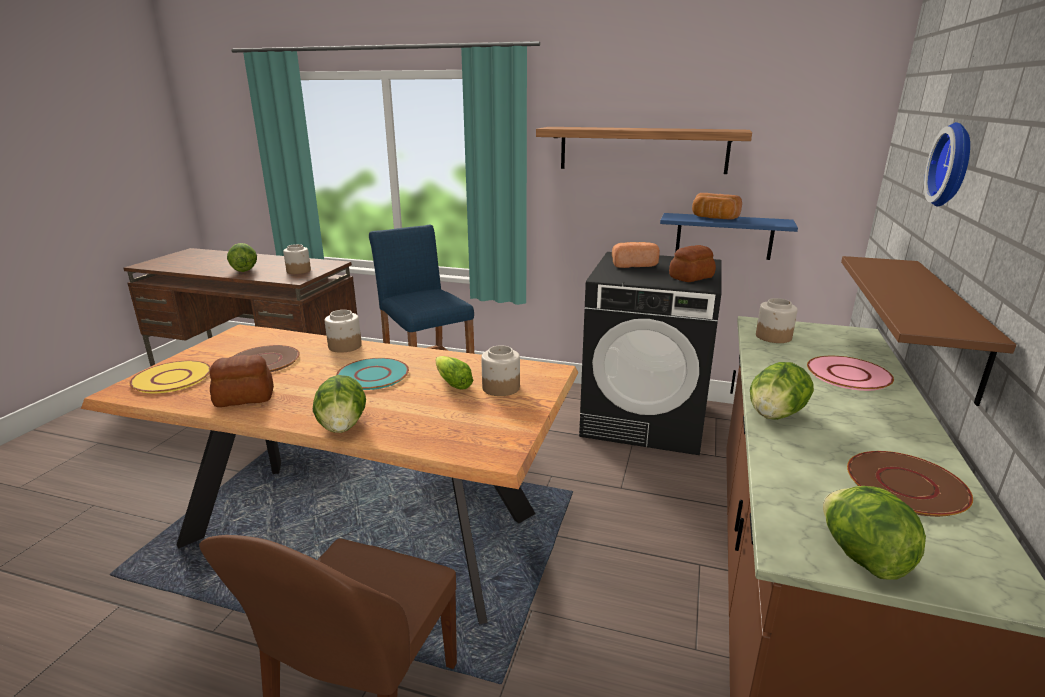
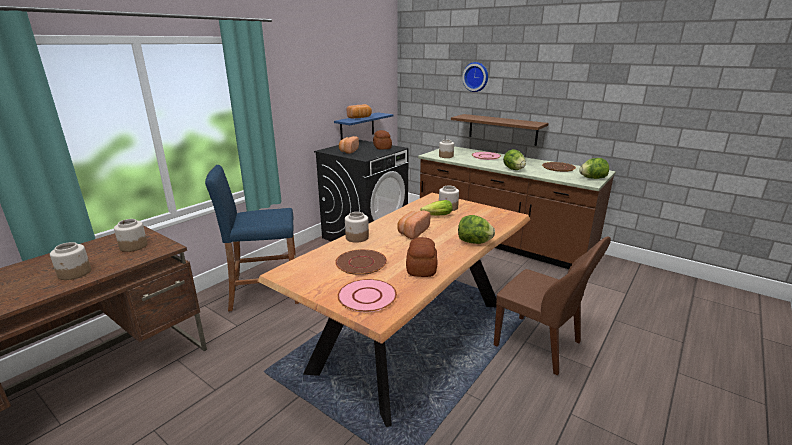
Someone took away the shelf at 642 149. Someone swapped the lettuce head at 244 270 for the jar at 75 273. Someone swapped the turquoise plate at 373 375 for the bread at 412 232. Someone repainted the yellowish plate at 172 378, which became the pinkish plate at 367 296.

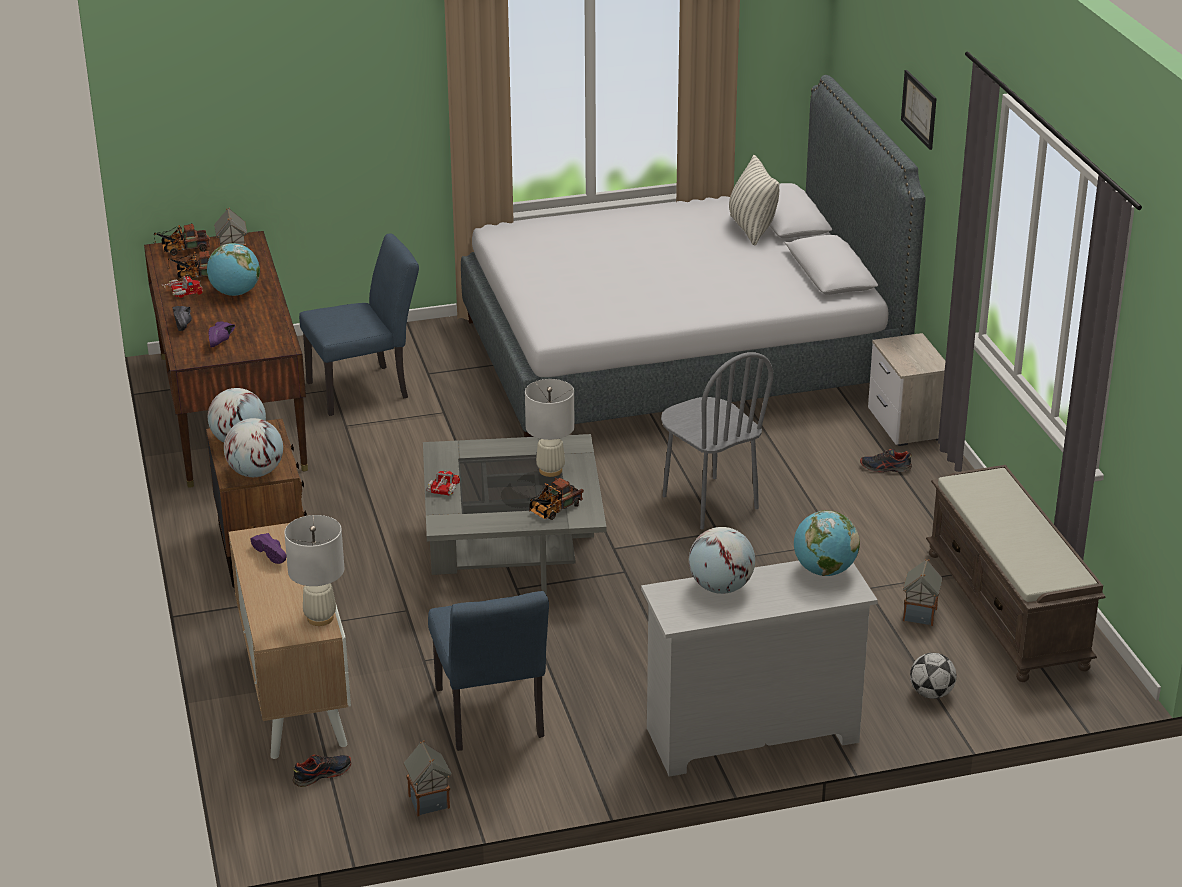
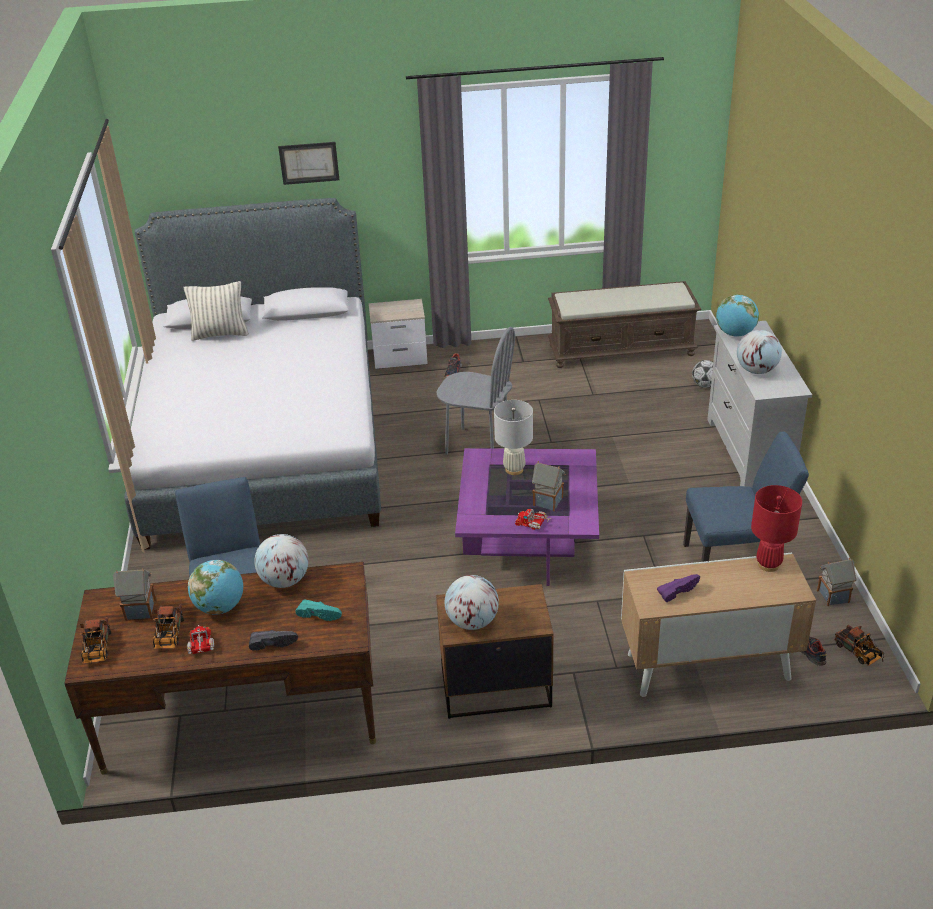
Someone repainted the purplish item of footwear at 222 341, which became the turquoise item of footwear at 320 614. Someone rotated the grey chair at 709 502 by 45 degrees clockwise. Someone carried the desk globe from 255 472 to 284 580. Someone repainted the grey lounge table at 513 555, which became the purplish lounge table at 528 541. Someone carried the model truck from 553 510 to 859 653. Someone repainted the whitish lamp for a table at 320 618, which became the red lamp for a table at 768 564. Someone carried the toy house from 920 615 to 549 501.

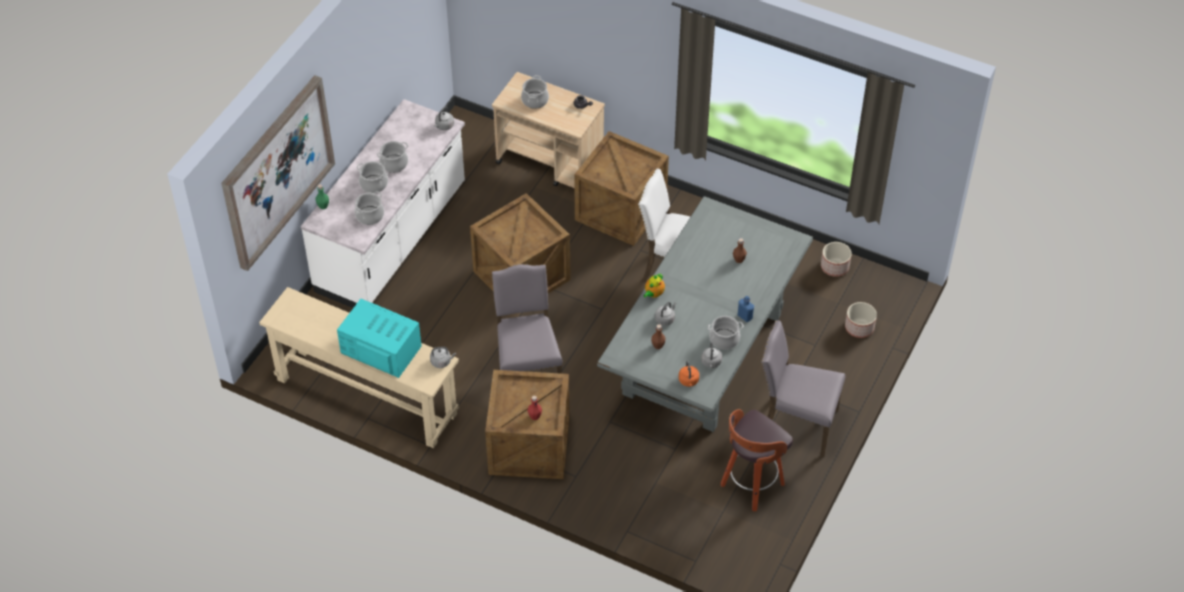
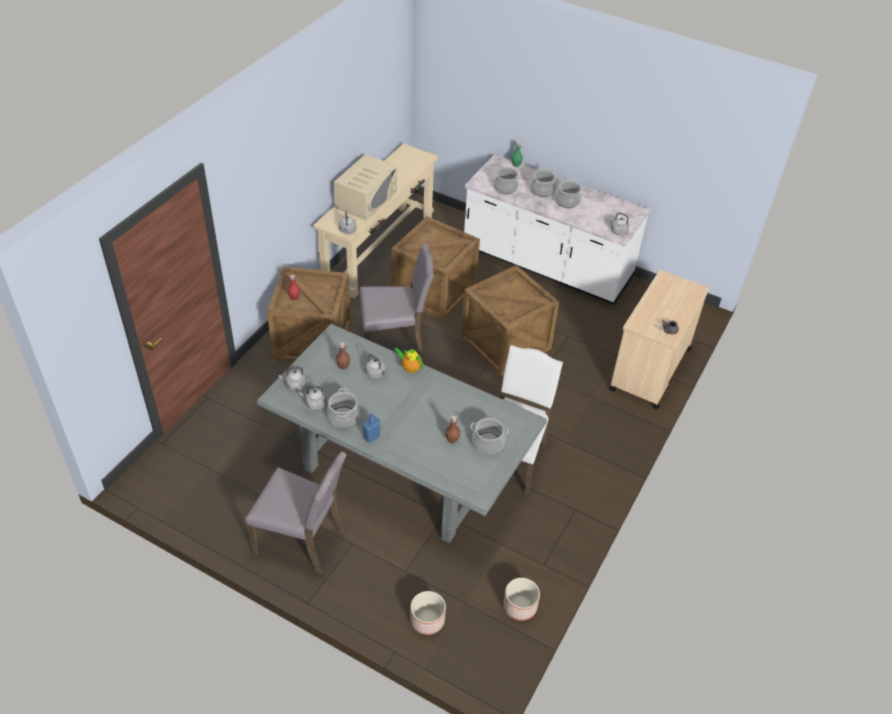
Someone took away the wall picture at 277 171. Someone carried the cooking pot from 535 100 to 487 443. Someone carried the packing crate from 620 210 to 435 291. Someone repainted the turquoise microwave at 381 349, which became the beige-coloured microwave at 366 199. Someone rotated the grey chair at 796 423 by 90 degrees clockwise. Someone repainted the orangey water kettle at 688 381, which became the grey water kettle at 294 385. Someone took away the stool seat at 751 486.

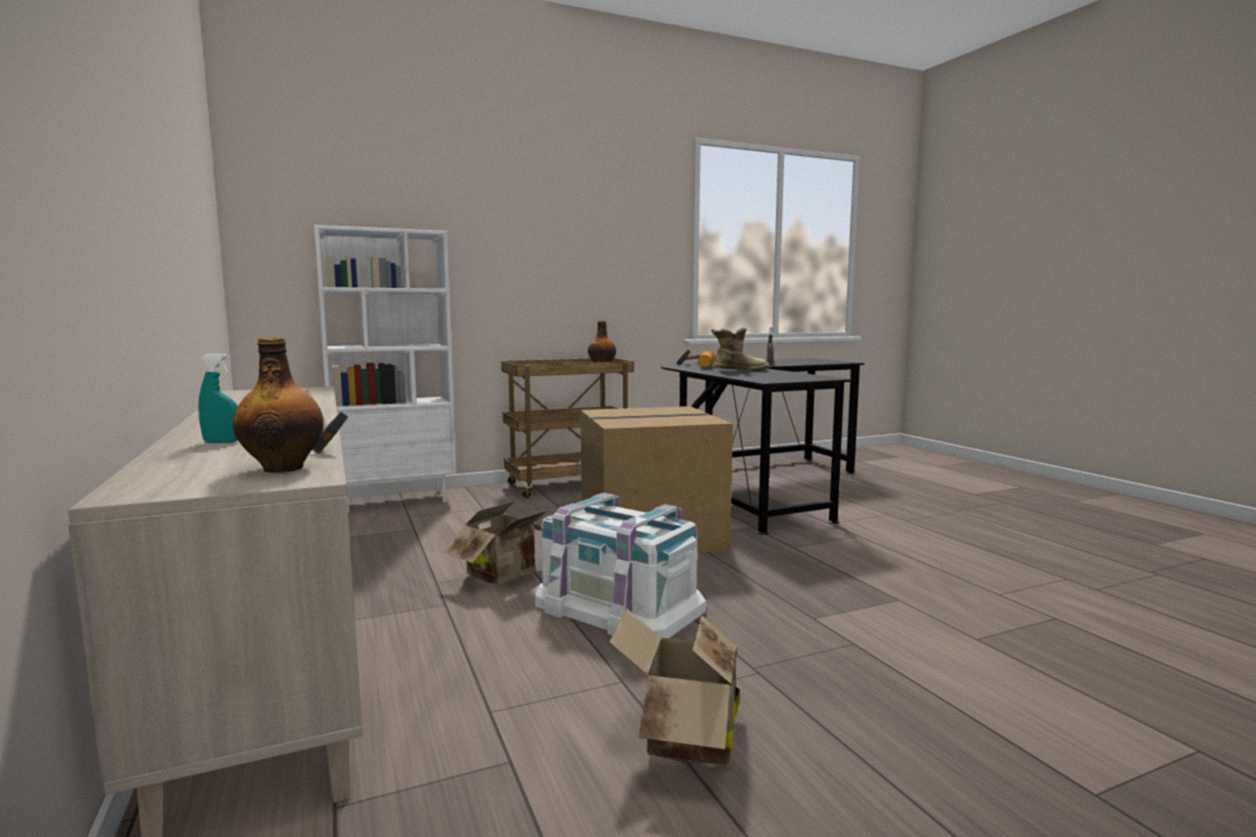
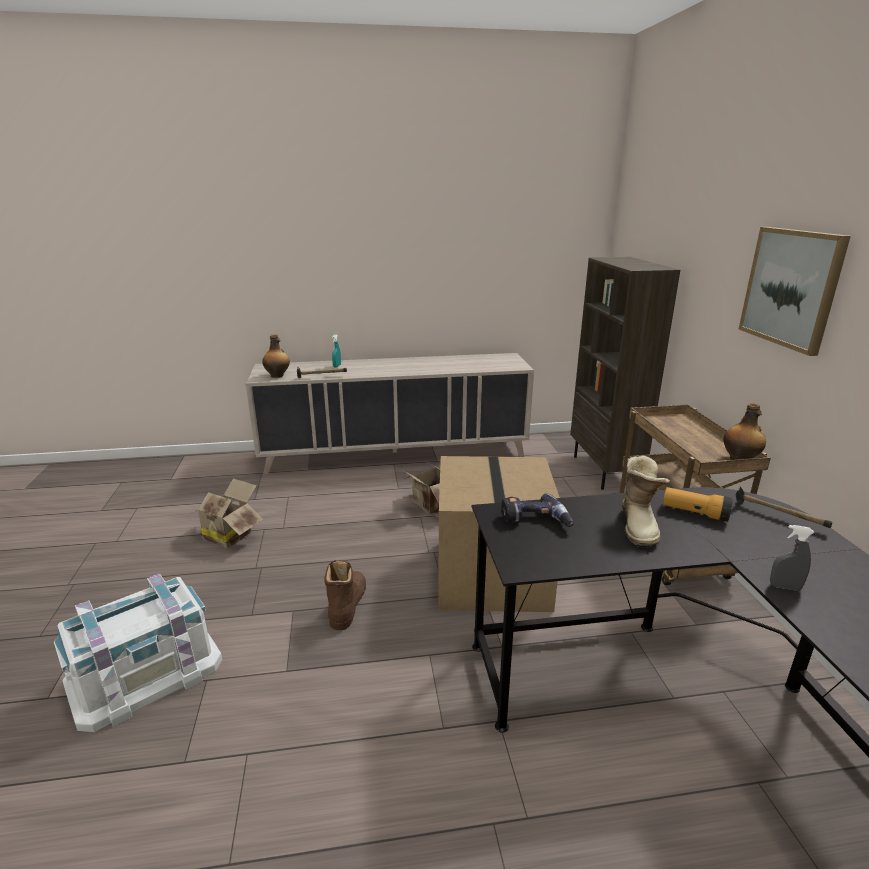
Someone repainted the whitish bookcase at 396 501, which became the brown-coloured bookcase at 604 471. Someone carried the whitish storage container from 617 605 to 145 672. Someone put up the wall picture at 791 288. Someone put down the drill at 535 522. Someone put down the brown-coloured high-top boot at 347 604.

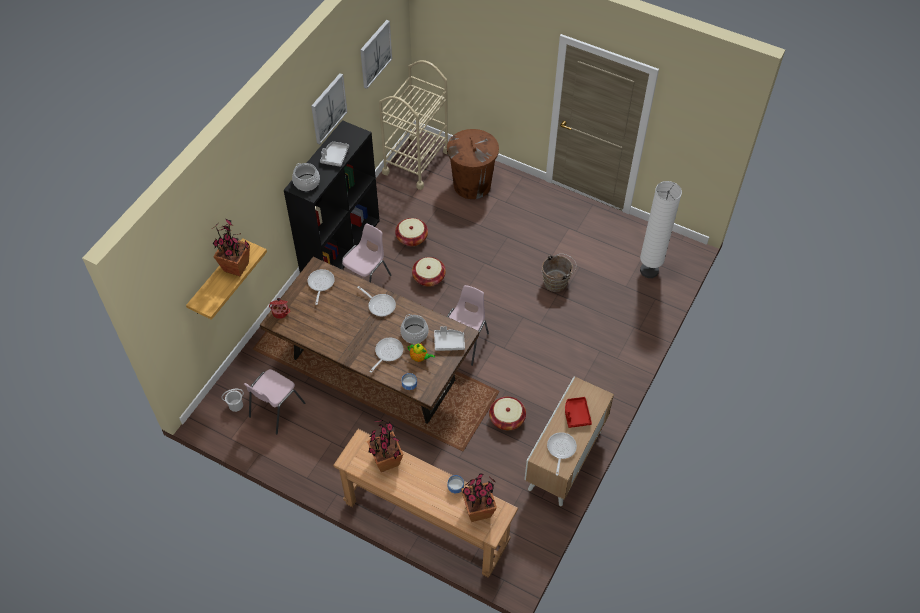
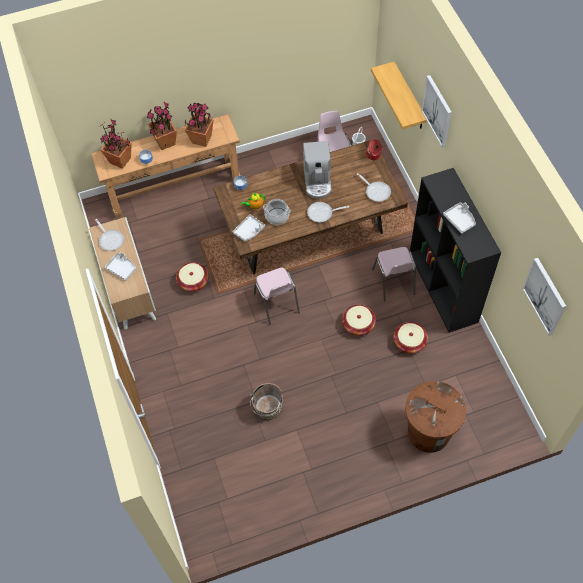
Someone took away the beige-coloured wheeled cart at 416 162. Someone carried the wall picture from 328 108 to 437 111. Someone took away the cooking pot at 306 182. Someone took away the whitish floor lamp at 649 271. Someone carried the houseplant from 236 267 to 165 142. Someone took away the skillet at 387 353. Someone repainted the red carrying tray at 576 415, which became the grey carrying tray at 122 268. Someone put down the coffee maker at 317 181.

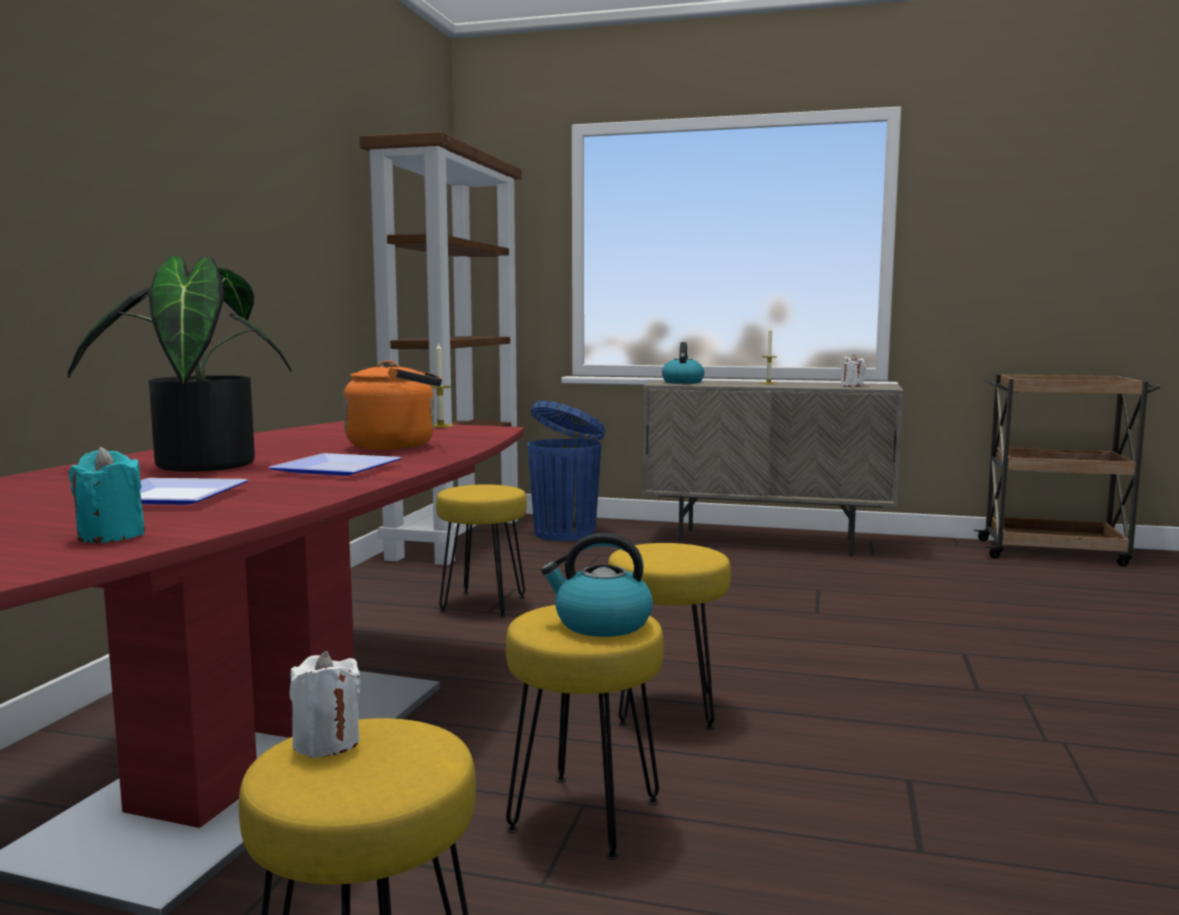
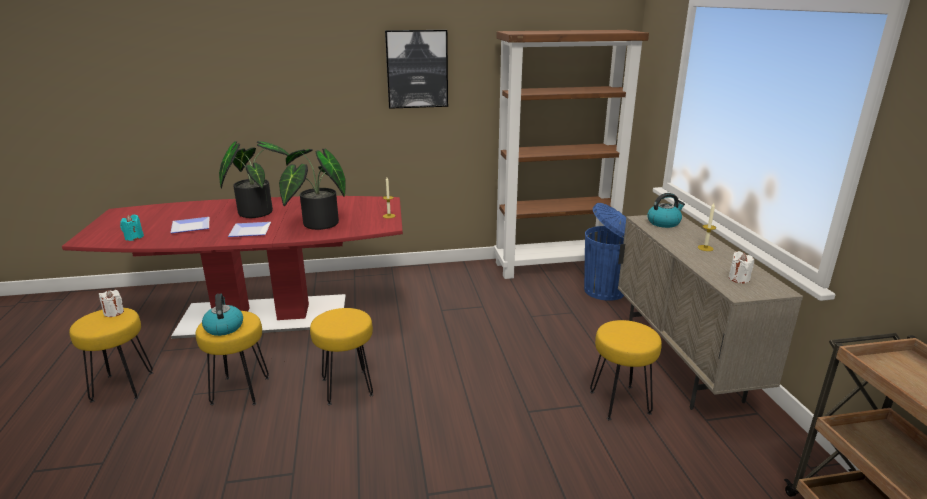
Someone swapped the orangey water kettle at 397 446 for the houseplant at 316 224. Someone carried the yellowish stool seat from 484 604 to 620 402. Someone put up the wall picture at 417 69.

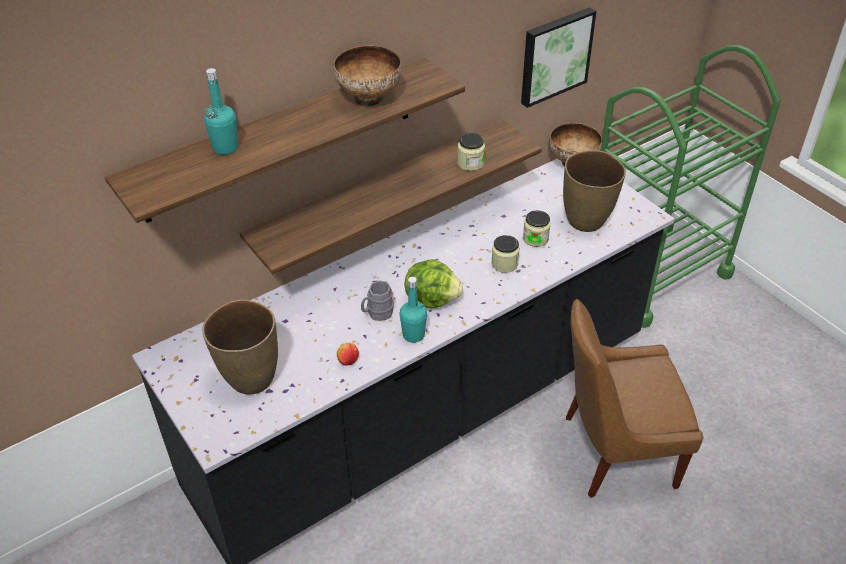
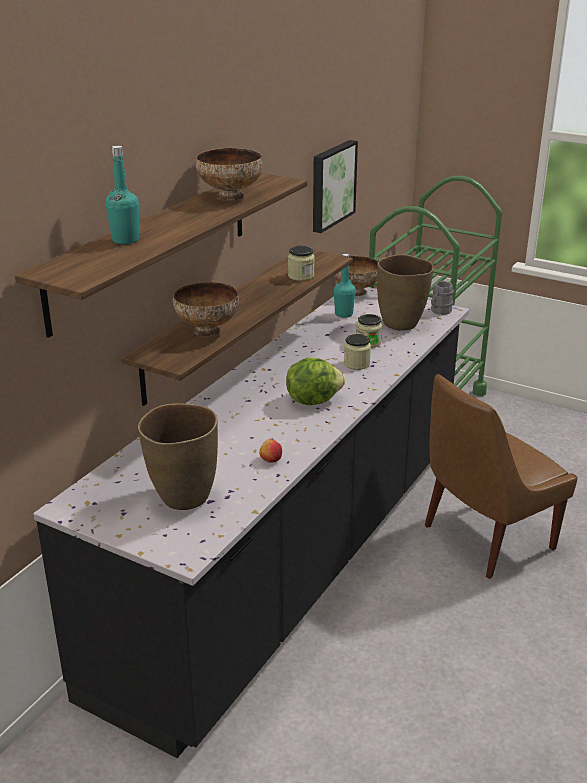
Someone carried the turquoise beverage bottle from 413 335 to 343 314. Someone carried the grey mug from 377 313 to 439 311. Someone put down the serving bowl at 207 331.

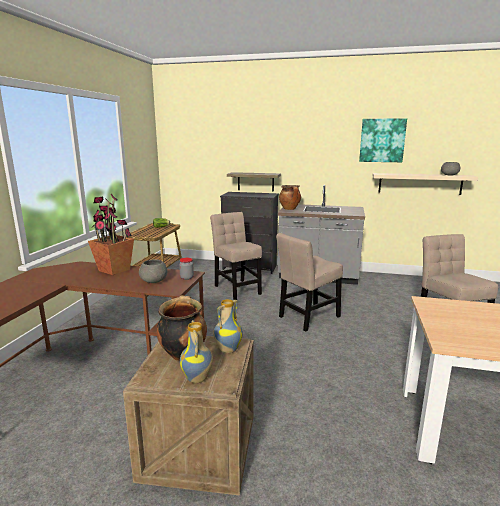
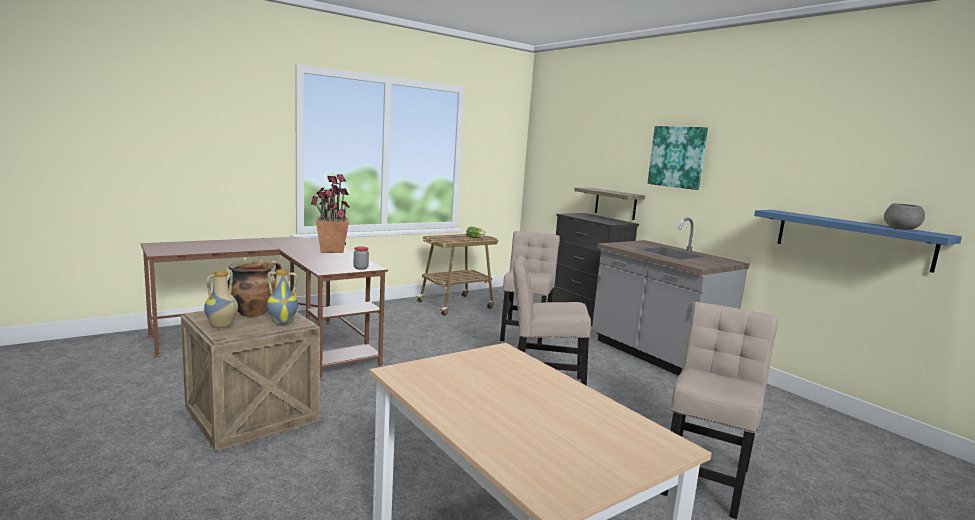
Someone carried the wall picture from 382 140 to 677 157. Someone repainted the beige-coloured shelf at 419 183, which became the blue-coloured shelf at 851 239. Someone took away the cooking pot at 290 209. Someone took away the grey serving bowl at 154 281.

